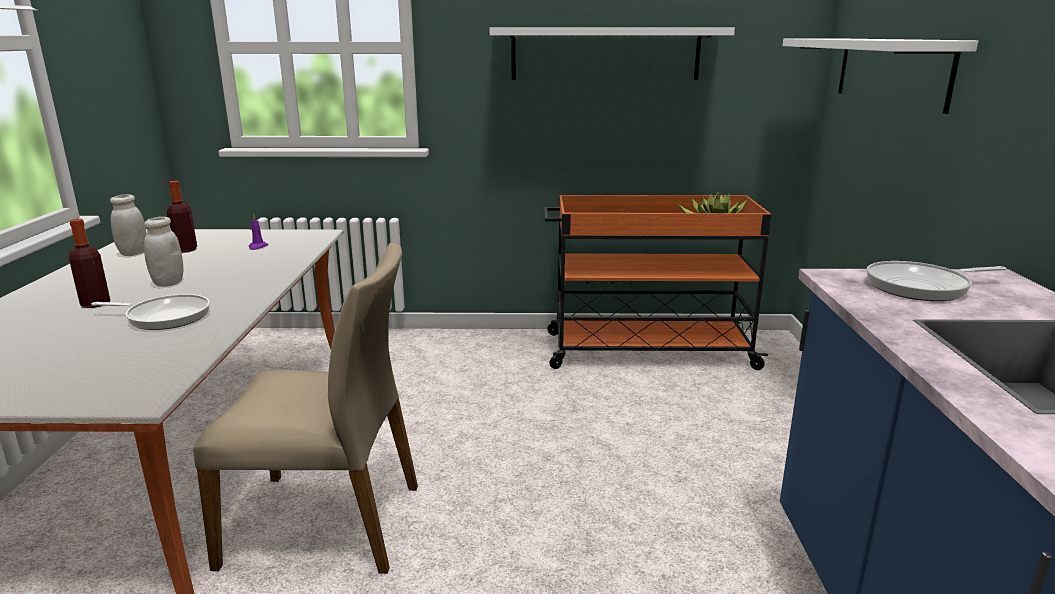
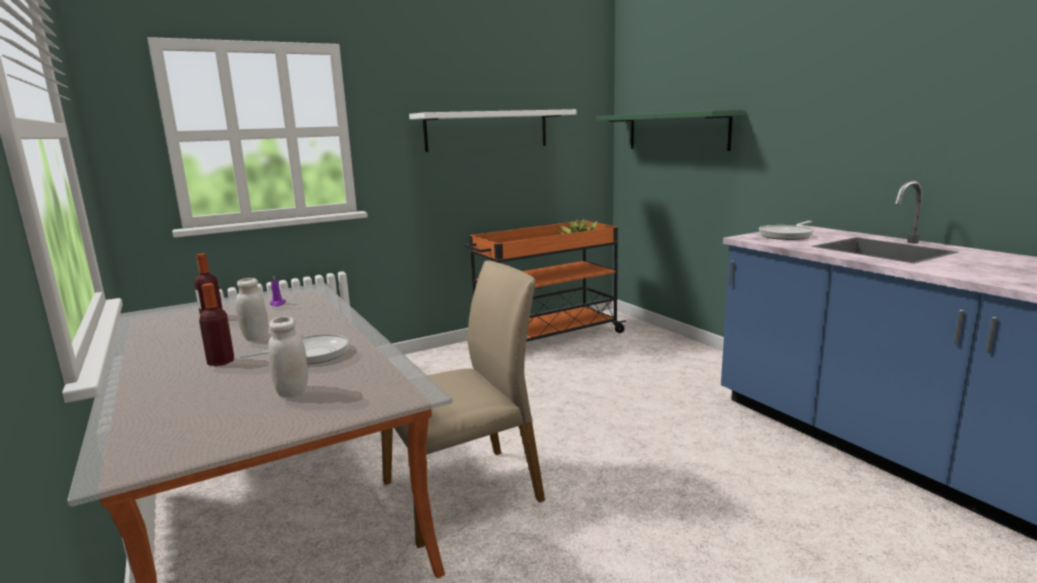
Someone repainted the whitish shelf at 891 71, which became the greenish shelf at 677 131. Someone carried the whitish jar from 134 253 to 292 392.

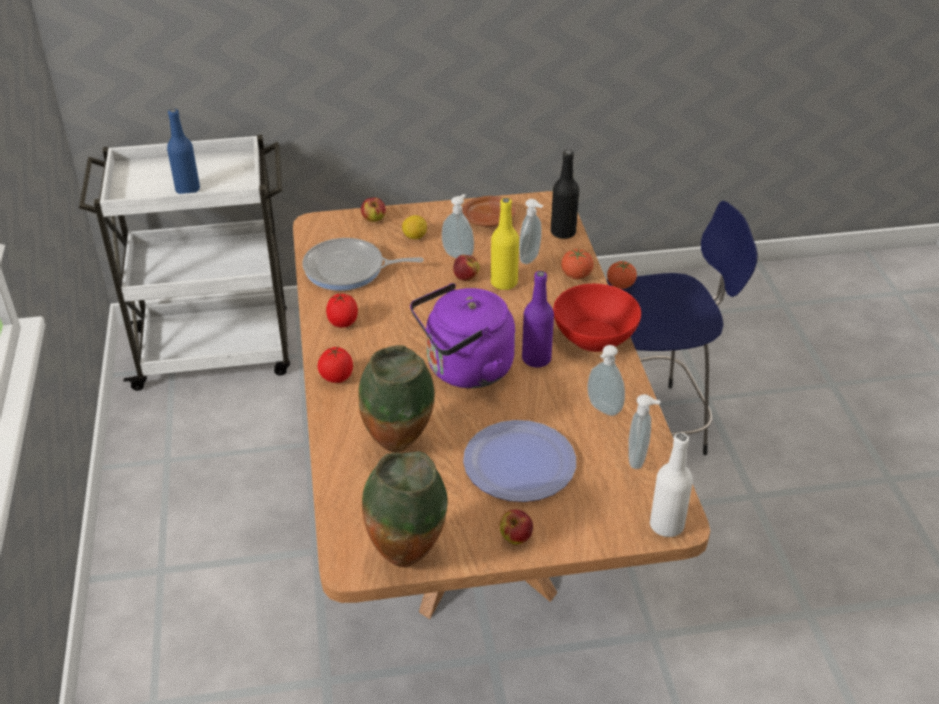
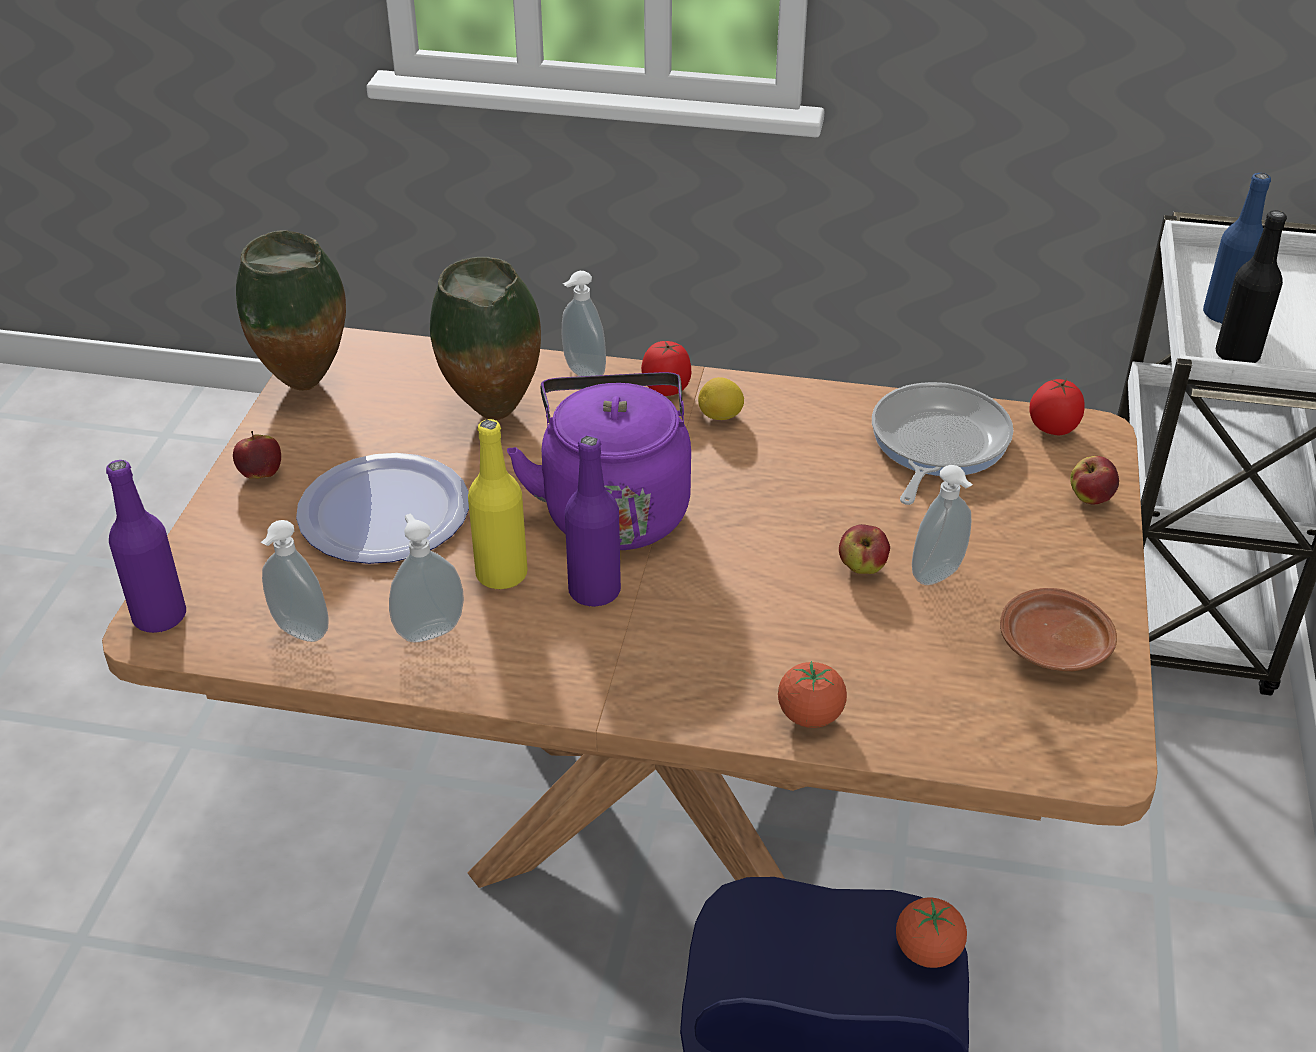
Someone carried the black-coloured beverage bottle from 563 233 to 1237 355. Someone carried the yellowish beverage bottle from 504 283 to 501 574. Someone carried the soap dispenser from 531 259 to 582 374. Someone carried the lemon from 414 237 to 720 417. Someone took away the red serving bowl at 595 336. Someone carried the fresh tomato from 343 323 to 1052 429. Someone repainted the whitish beverage bottle at 666 525, which became the purplish beverage bottle at 160 617.

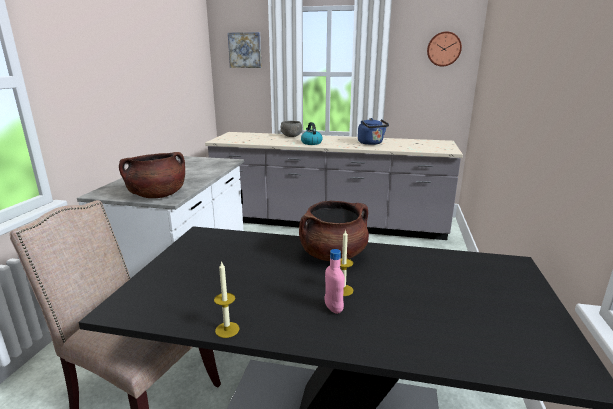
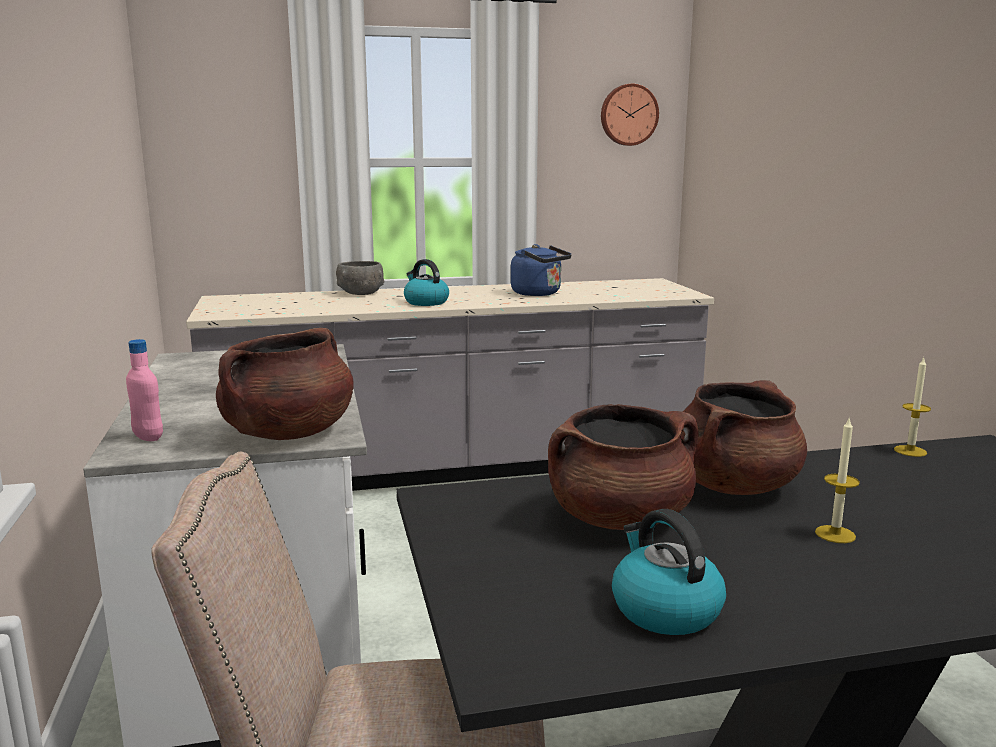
Someone took away the wall picture at 245 50. Someone carried the pinkish beverage bottle from 333 308 to 148 437. Someone carried the wax candle from 227 330 to 910 451. Someone put down the brown-coloured cooking pot at 620 518. Someone put down the water kettle at 664 609.

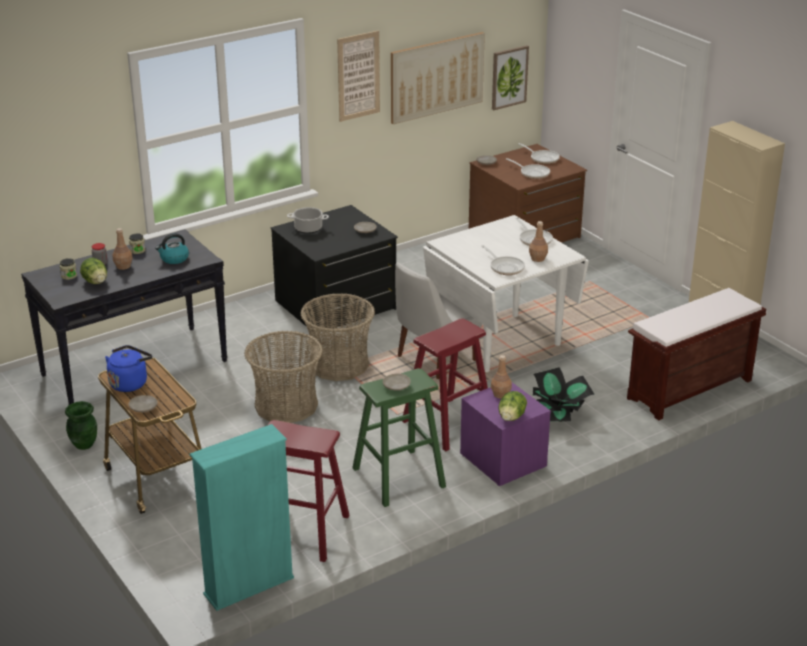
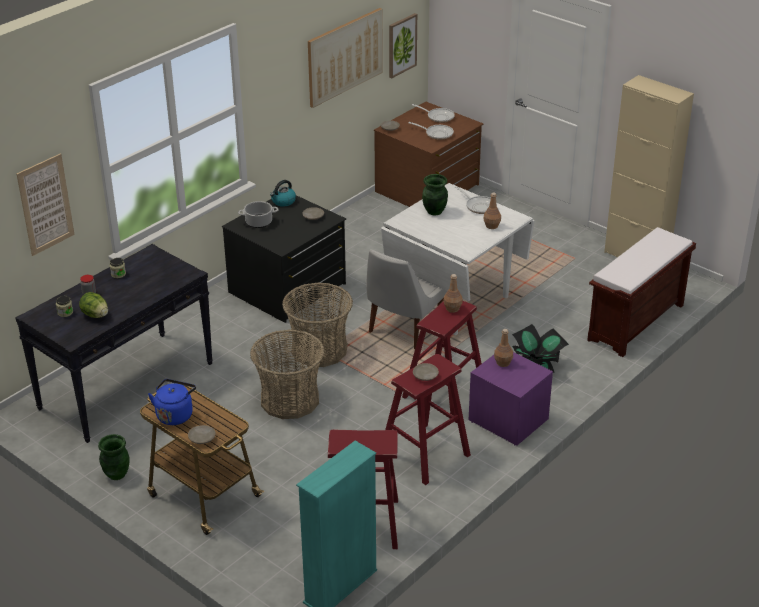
Someone carried the wall picture from 358 76 to 45 204. Someone carried the brown-coloured beverage bottle from 123 266 to 452 308. Someone carried the water kettle from 174 259 to 283 201. Someone took away the skillet at 505 267. Someone repainted the greenish stool seat at 398 477, which became the red stool seat at 424 454. Someone took away the lettuce head at 511 417. Someone put down the greenish flower vase at 434 211.

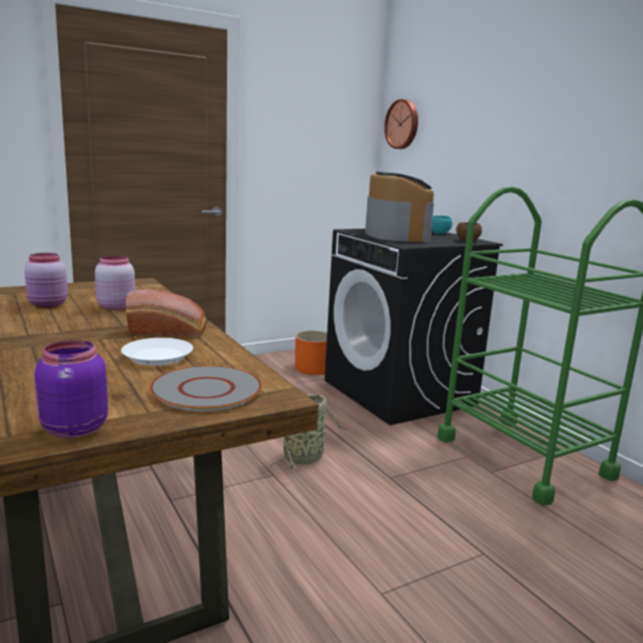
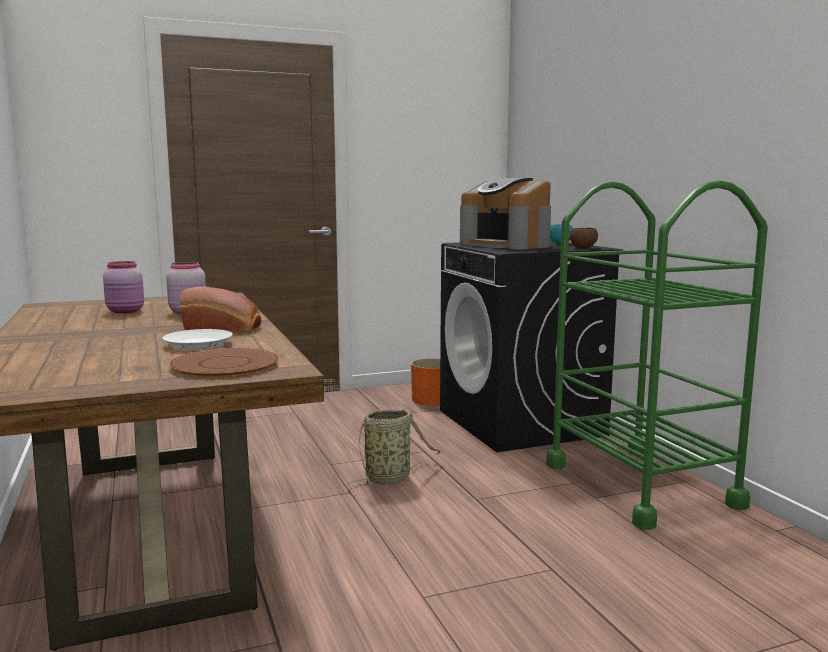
Someone took away the hanging clock at 403 124. Someone rotated the coffee maker at 396 235 by 135 degrees clockwise. Someone took away the purplish jar at 72 429. Someone repainted the grey plate at 207 390, which became the brown-coloured plate at 225 365.

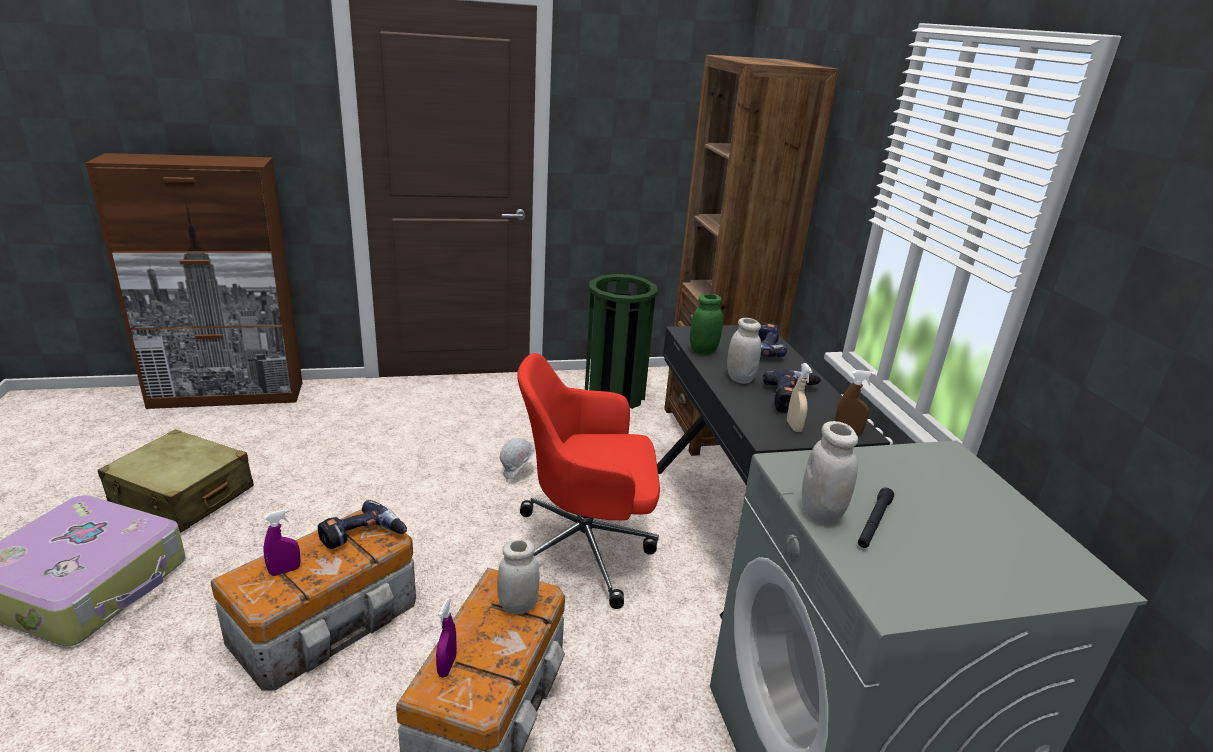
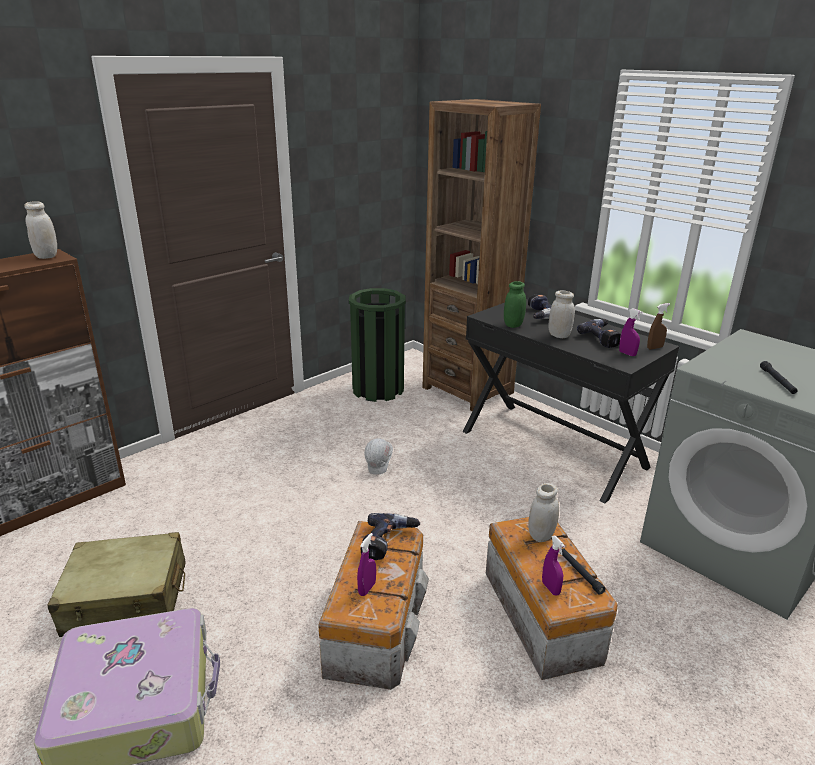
Someone took away the red office chair at 585 549. Someone repainted the beige-coloured sprayer at 794 427, which became the purplish sprayer at 627 354. Someone carried the whitish jar from 821 513 to 46 256. Someone put down the black-coloured hand torch at 580 573.

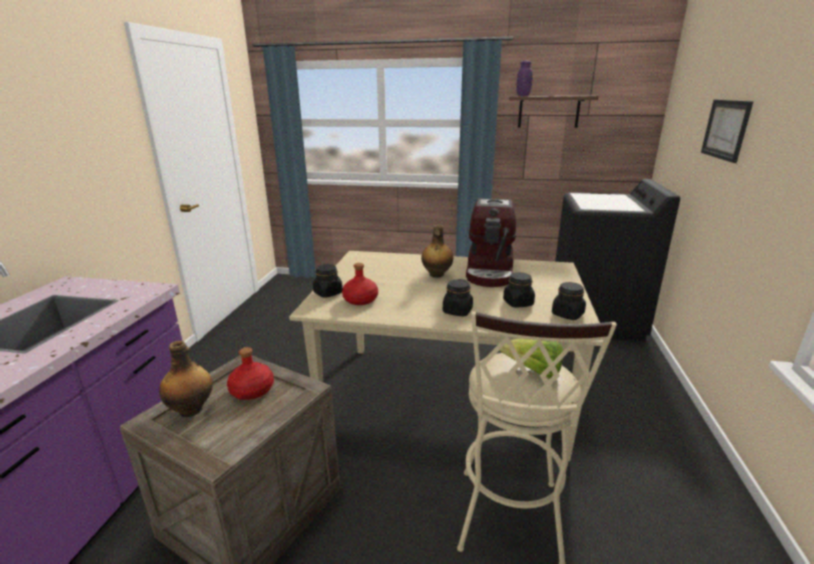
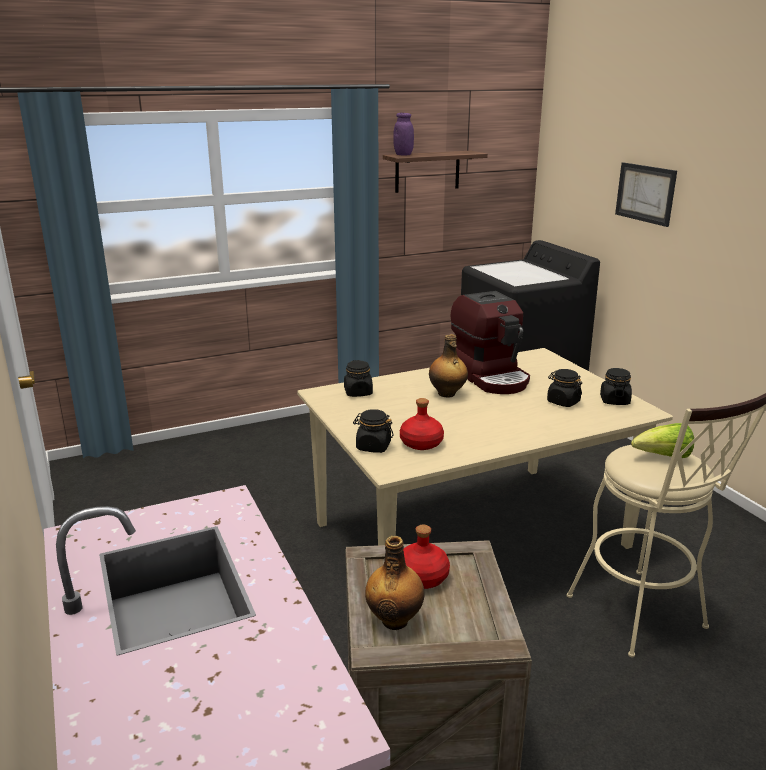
Someone carried the black-coloured jar from 457 311 to 358 392.

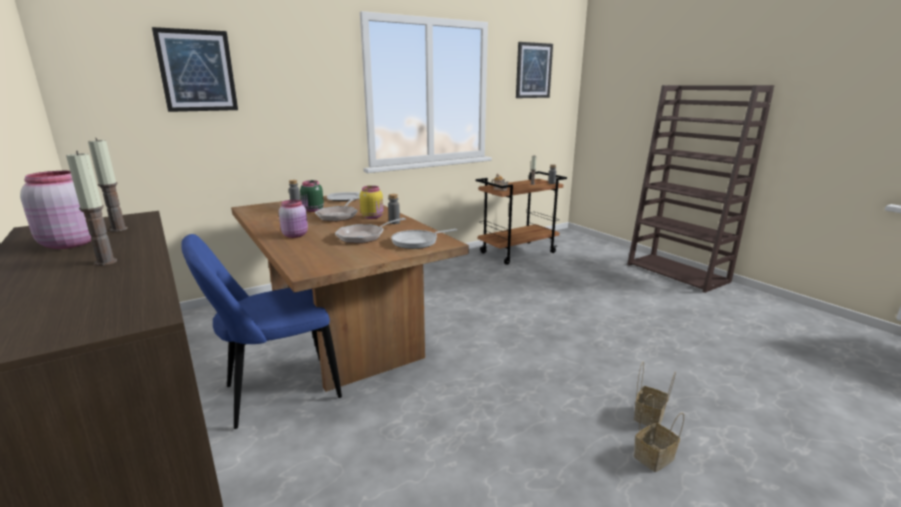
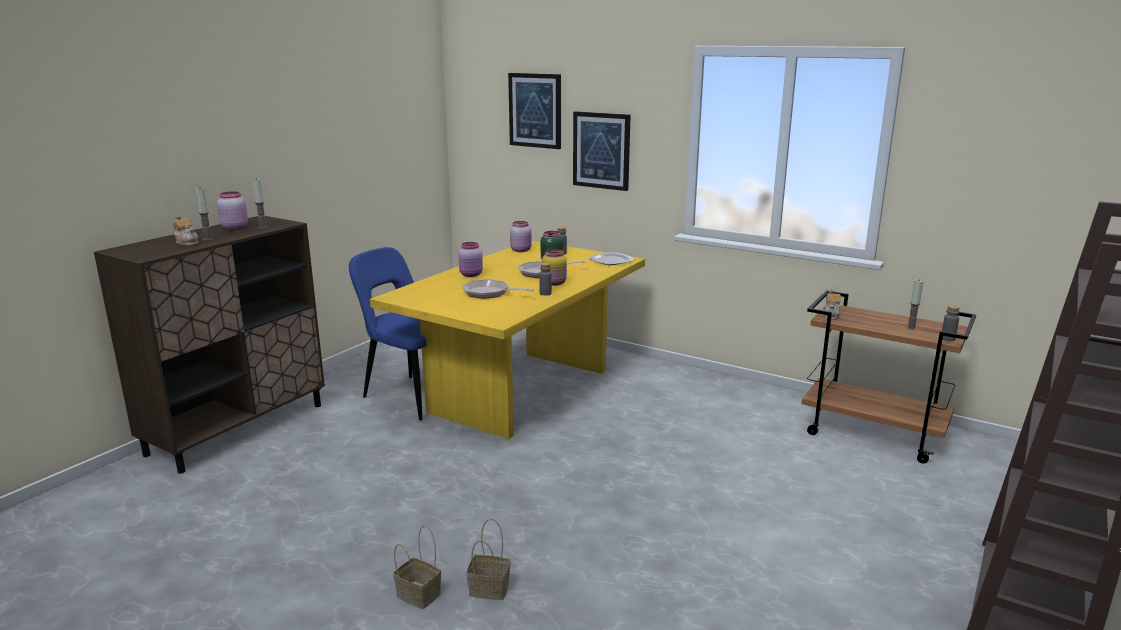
Someone carried the wall picture from 533 70 to 601 150. Someone repainted the brown-coloured kitchen table at 344 333, which became the yellowish kitchen table at 521 391. Someone took away the skillet at 417 242. Someone put down the teapot at 187 242. Someone put down the pinkish jar at 521 250.

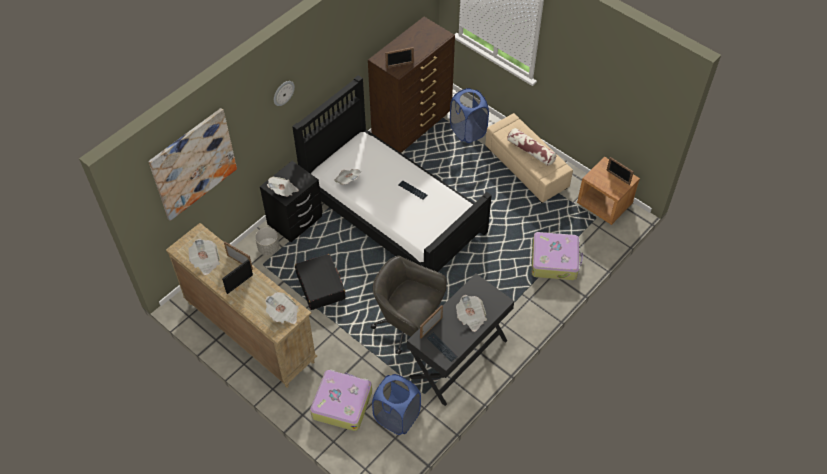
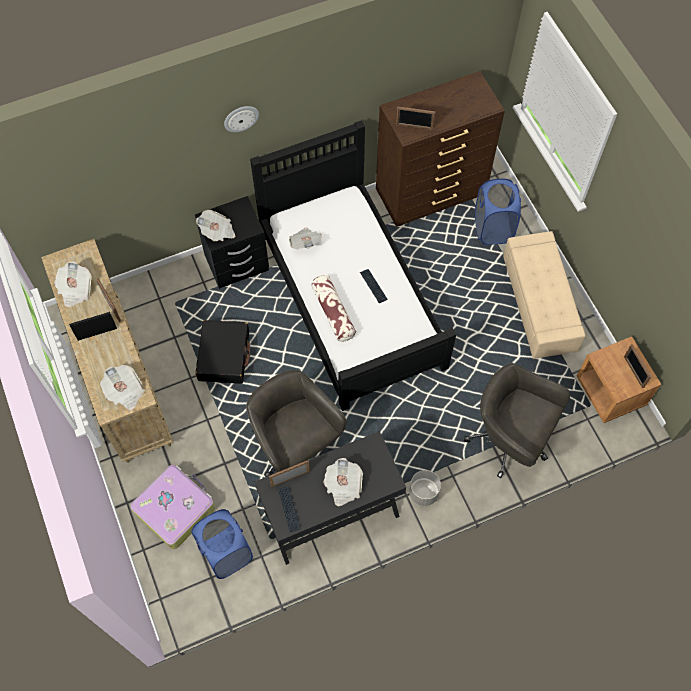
Someone took away the wall picture at 193 164. Someone carried the throw pillow from 530 151 to 333 312. Someone carried the grey flower pot from 268 248 to 423 493. Someone swapped the suitcase at 555 260 for the grey office chair at 510 439.

